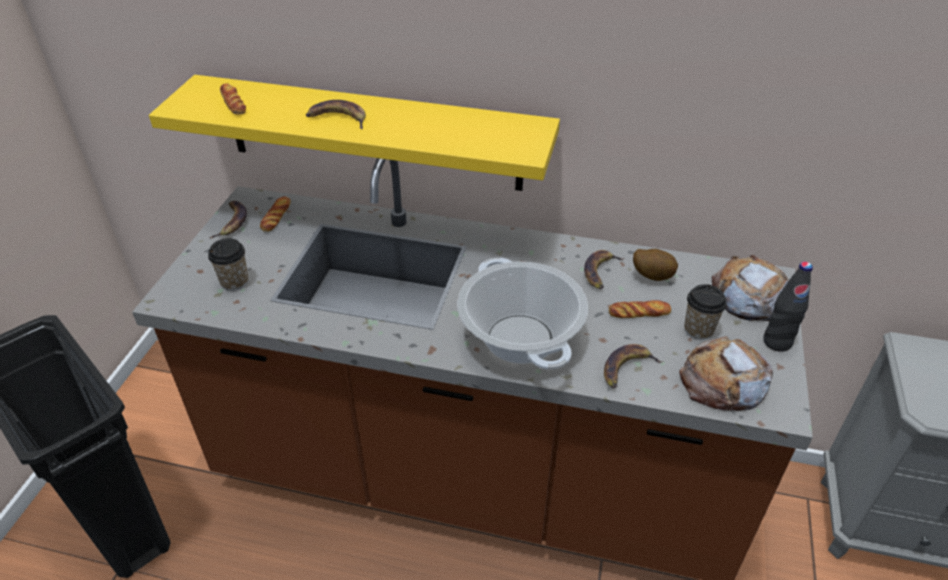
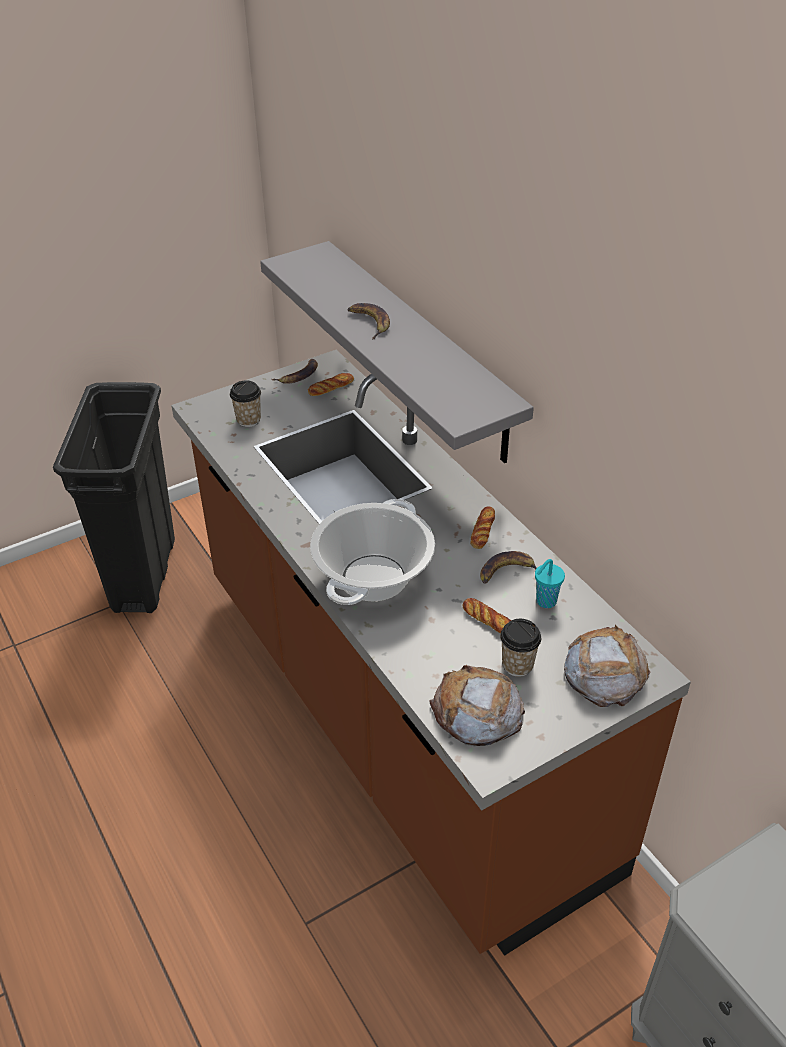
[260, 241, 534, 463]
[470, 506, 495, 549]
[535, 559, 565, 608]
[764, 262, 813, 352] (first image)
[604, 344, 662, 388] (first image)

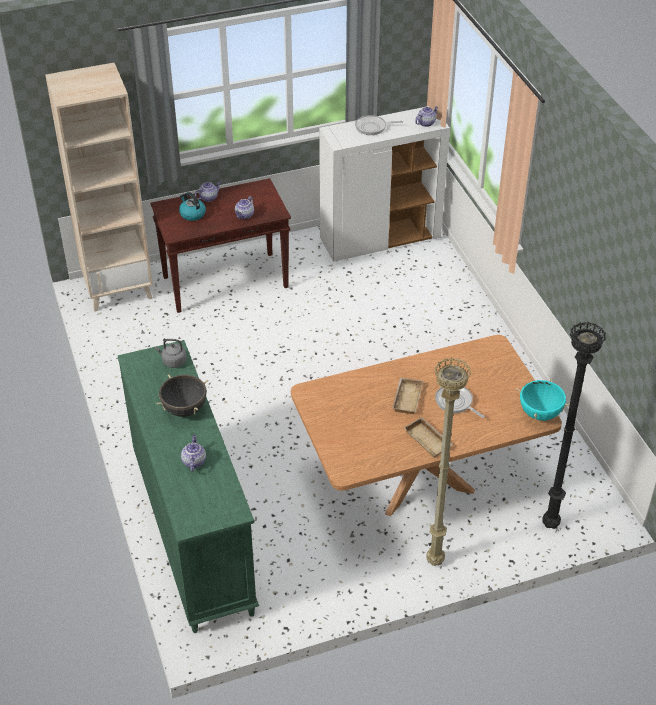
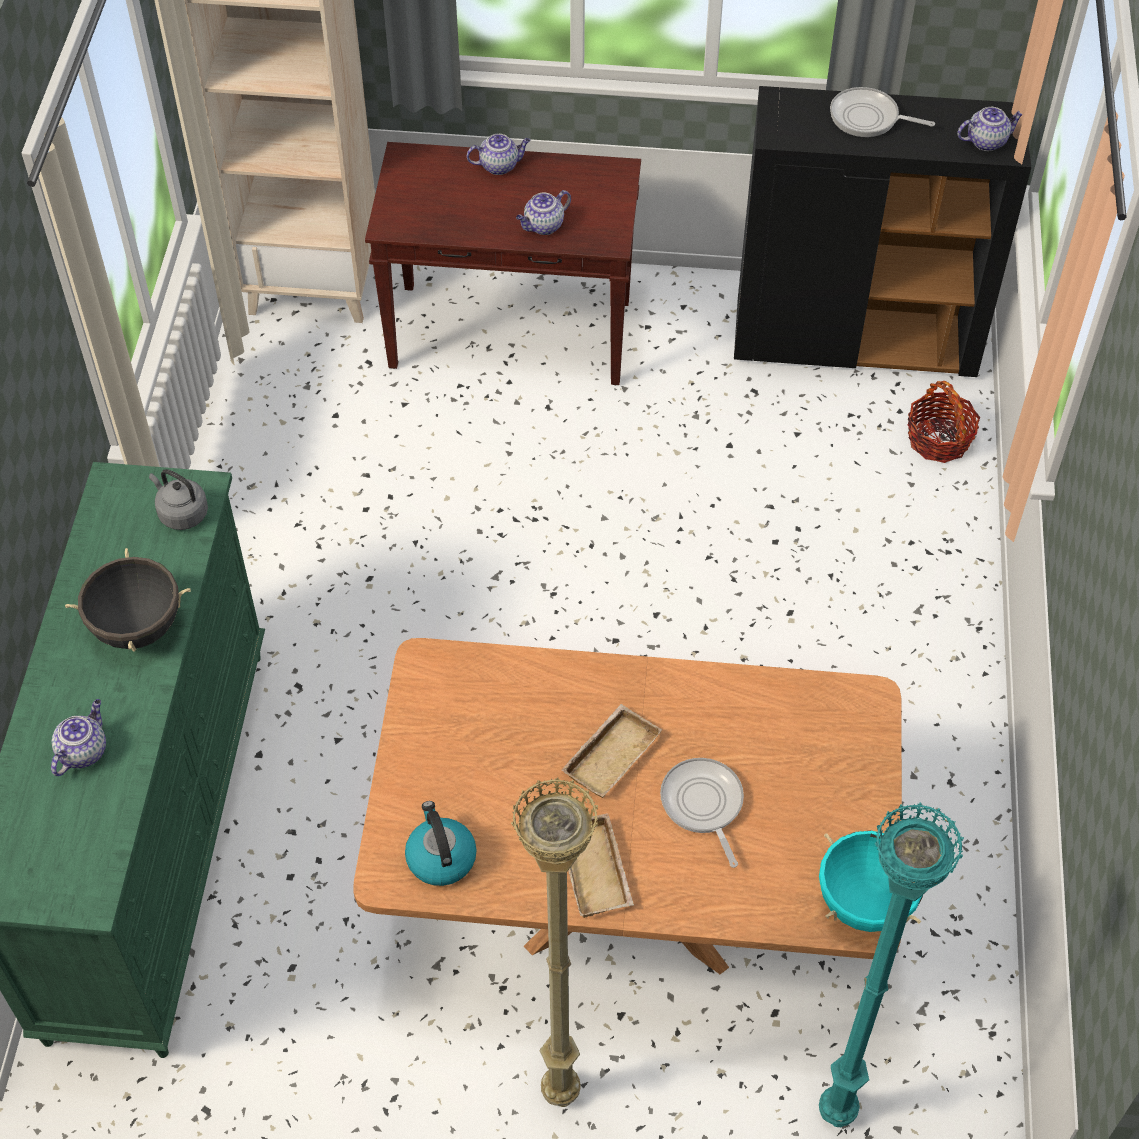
[734, 86, 1031, 377]
[405, 801, 477, 886]
[819, 802, 964, 1127]
[907, 381, 980, 463]

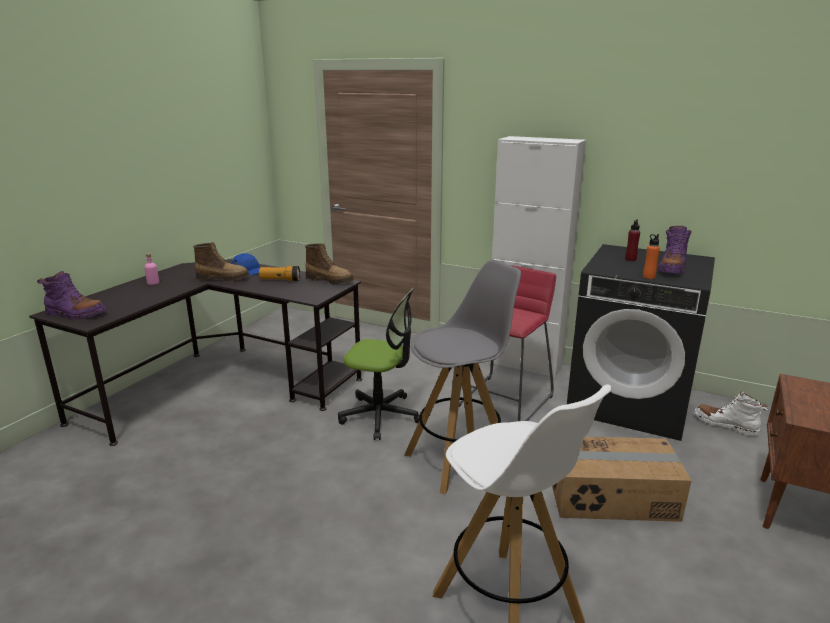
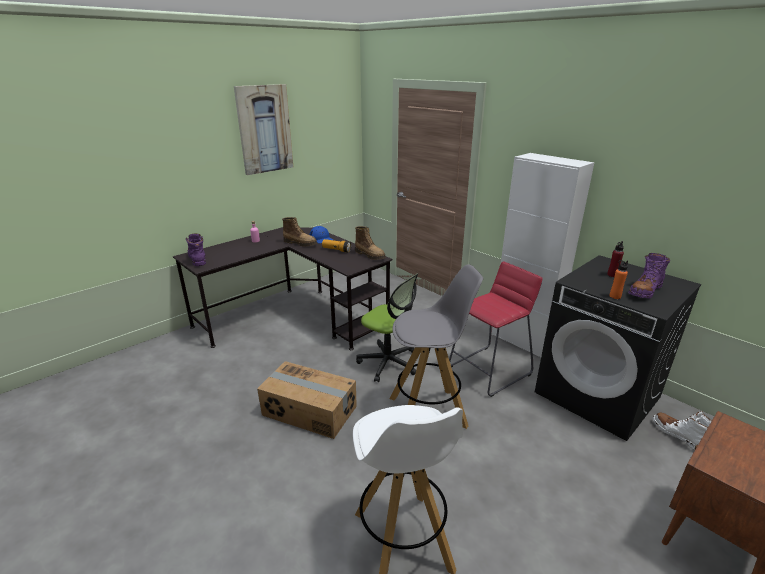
[186, 234, 206, 266]
[257, 361, 357, 439]
[234, 84, 293, 175]

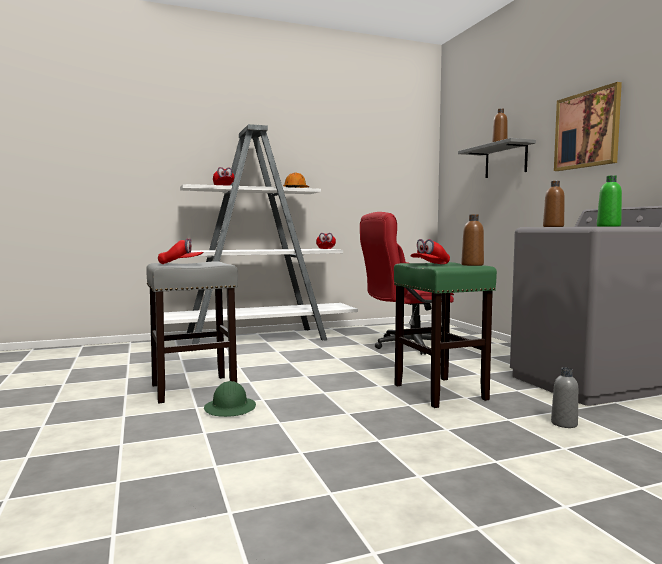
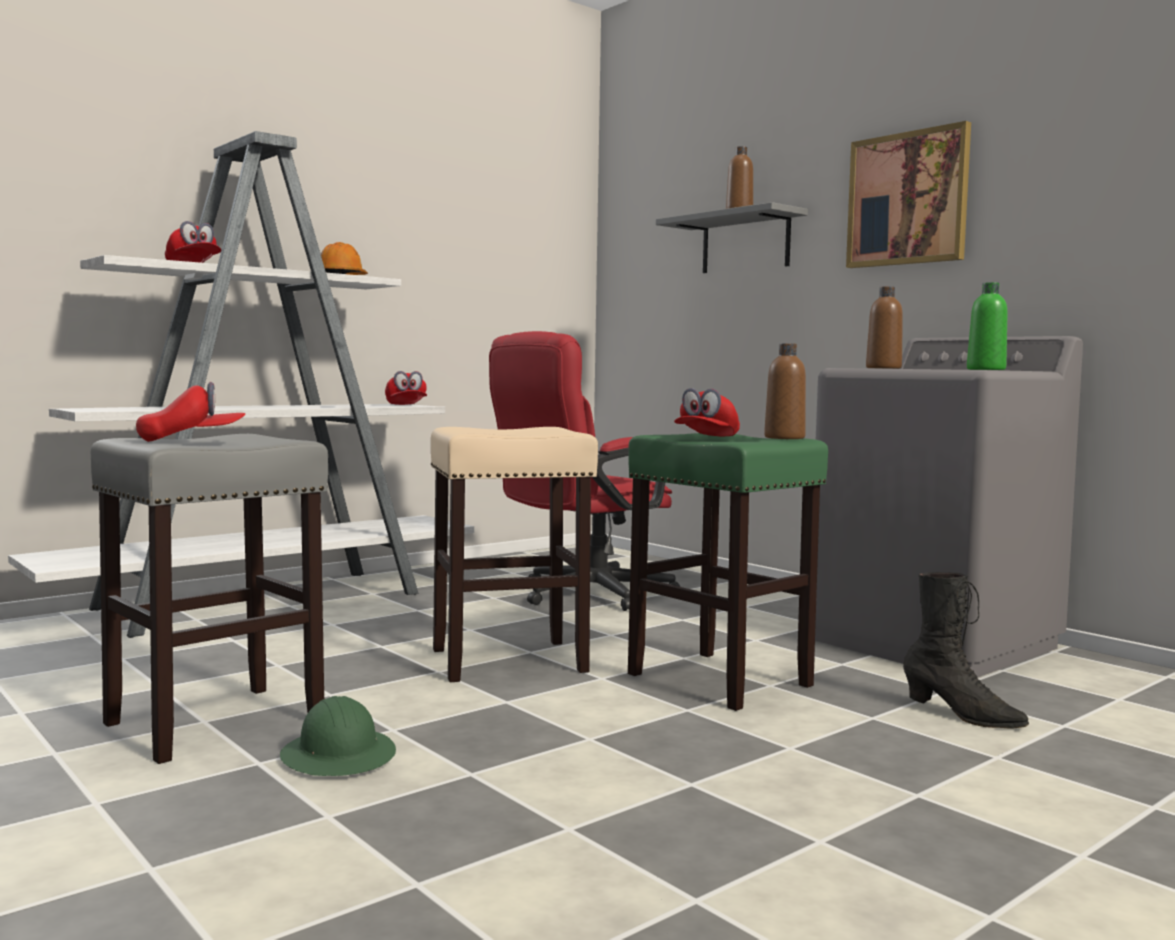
[903, 572, 1029, 728]
[431, 427, 598, 682]

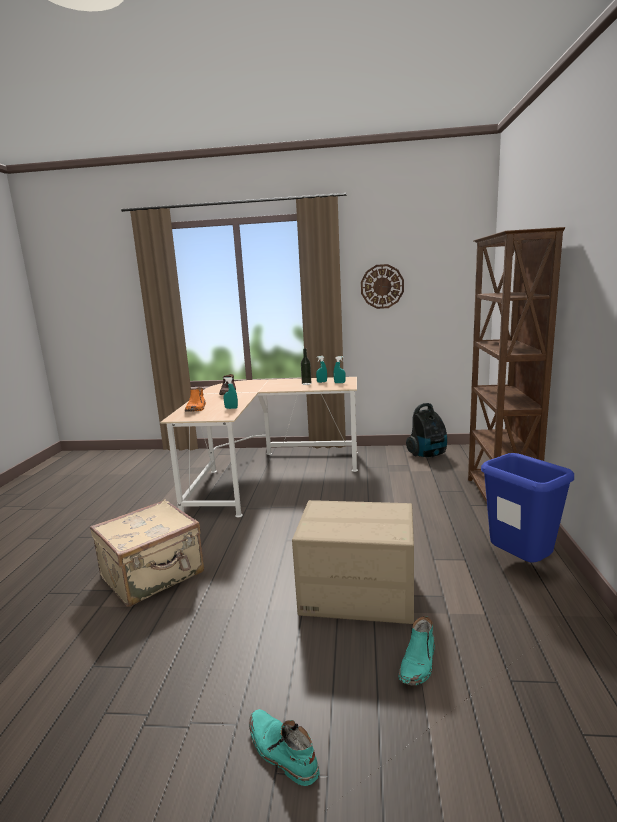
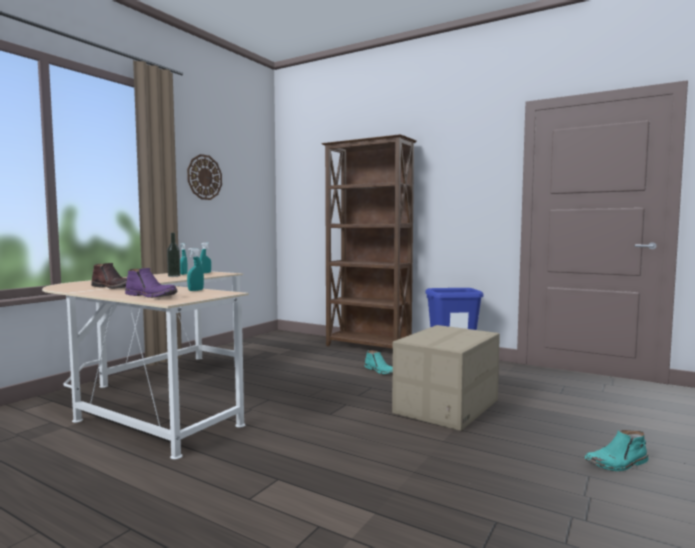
[125, 268, 177, 298]
[406, 403, 447, 457] (first image)
[90, 499, 204, 607] (first image)
[365, 350, 392, 374]

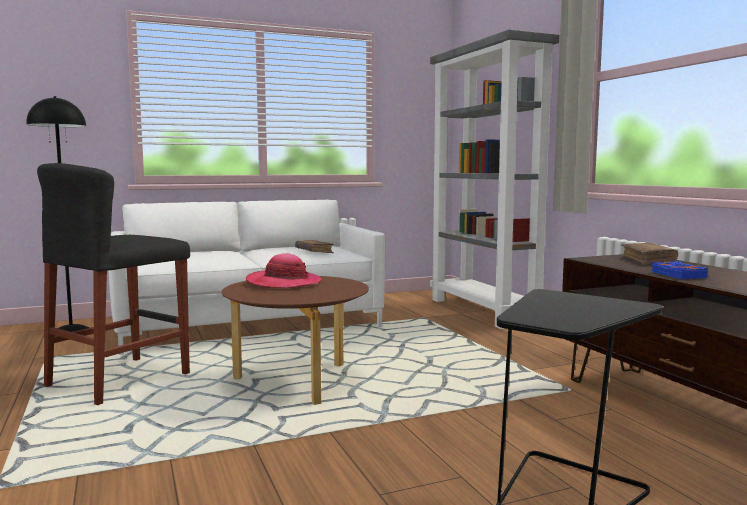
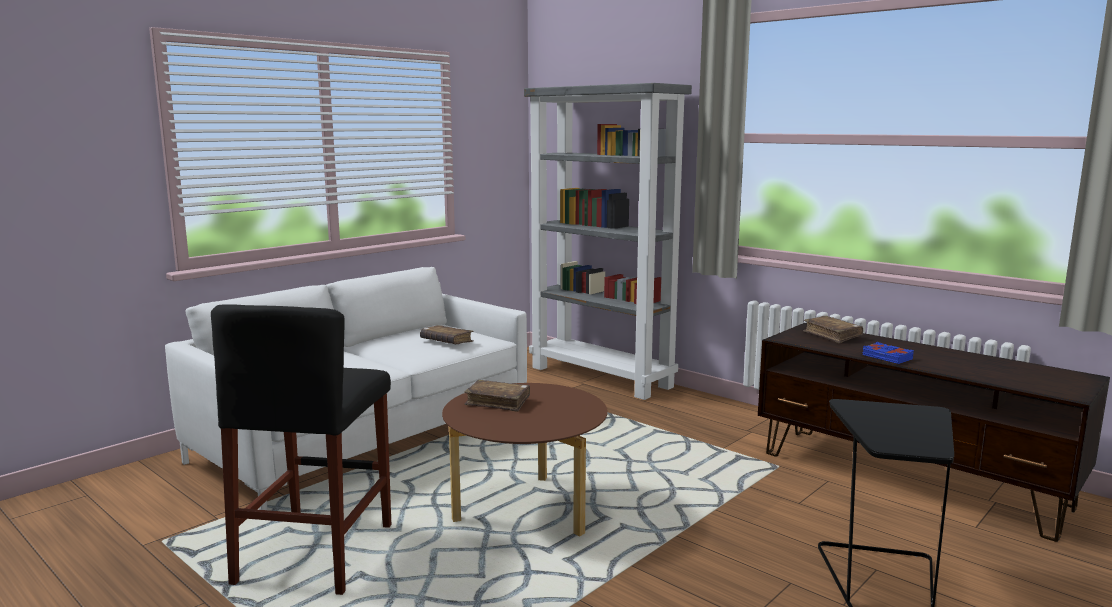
[26, 96, 89, 336] (first image)
[464, 380, 530, 412]

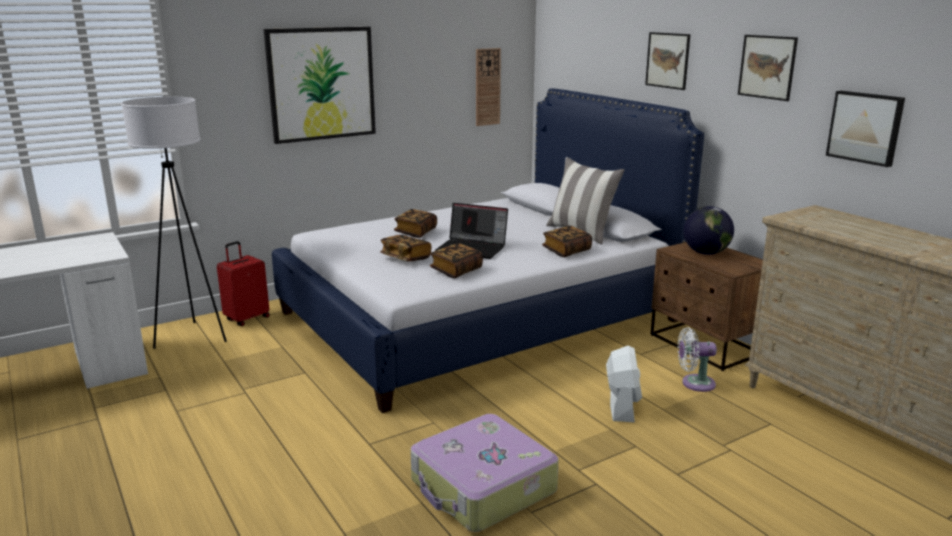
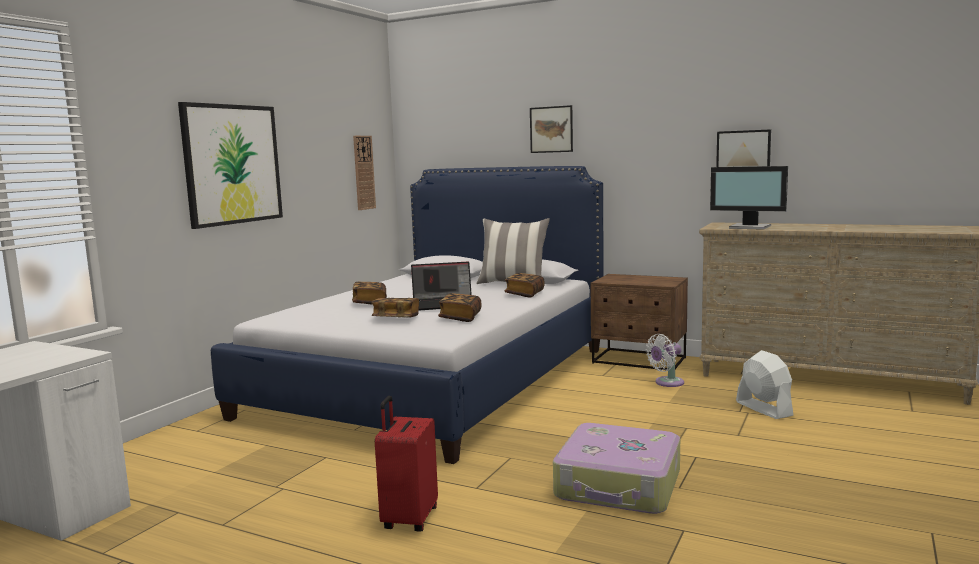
[738, 35, 798, 101] (first image)
[121, 97, 227, 349] (first image)
[683, 206, 734, 255] (first image)
[375, 396, 438, 532]
[736, 350, 794, 419]
[710, 166, 788, 230]

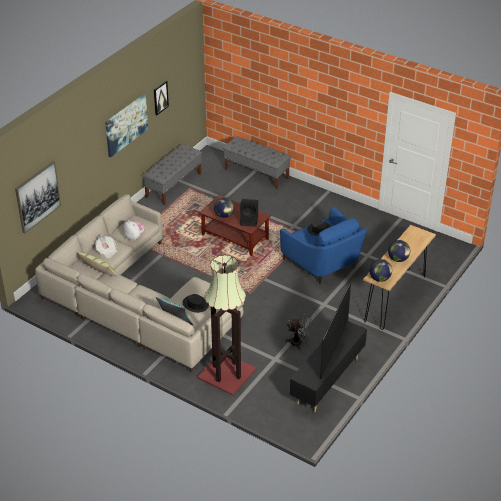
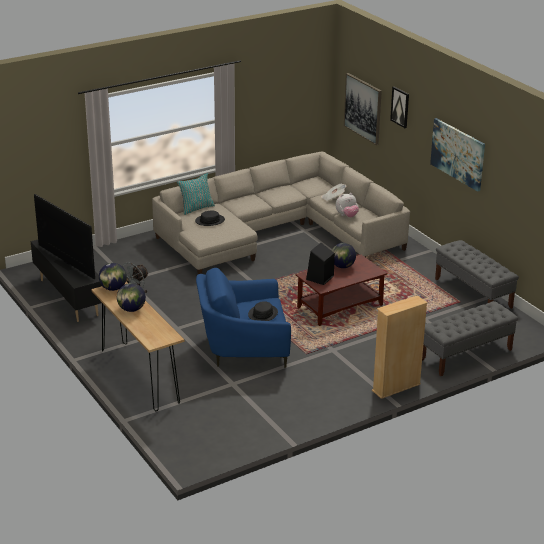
[390, 86, 409, 128]
[77, 252, 118, 276] (first image)
[197, 255, 256, 396] (first image)
[372, 295, 428, 399]

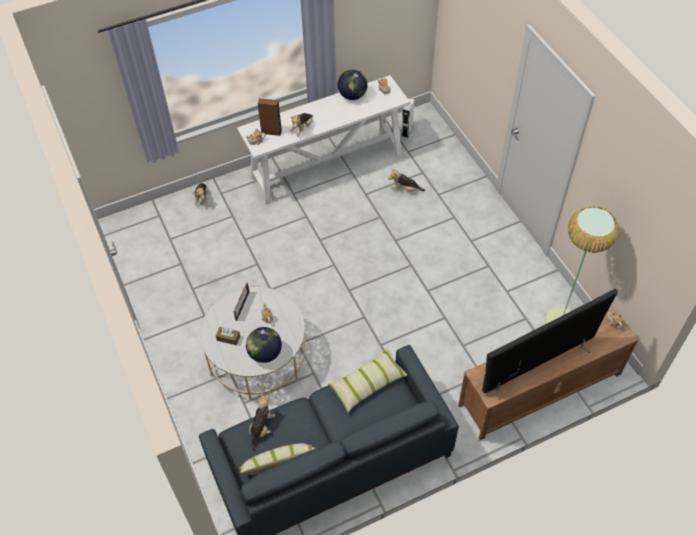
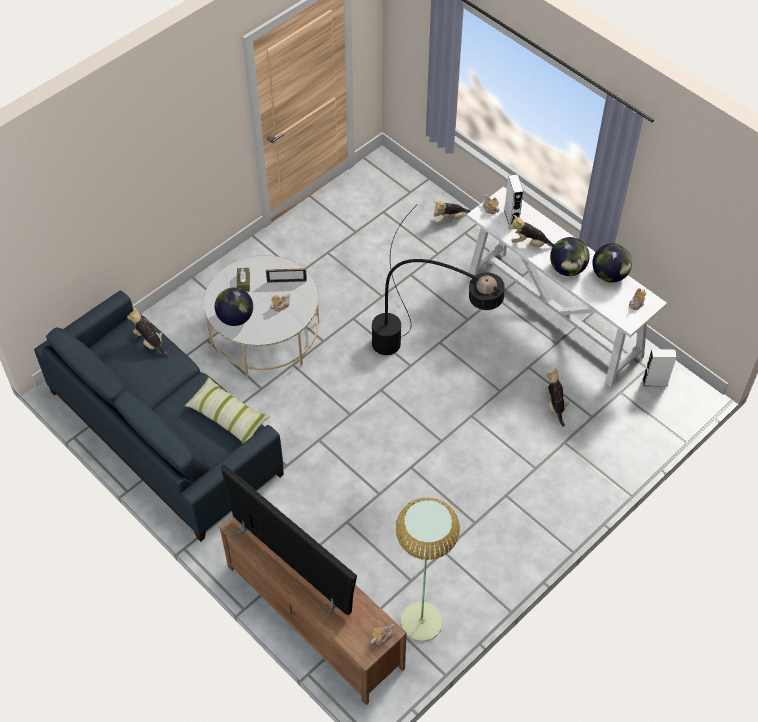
[504, 174, 523, 225]
[127, 307, 169, 357]
[238, 443, 315, 475] (first image)
[372, 204, 505, 355]
[550, 237, 590, 276]

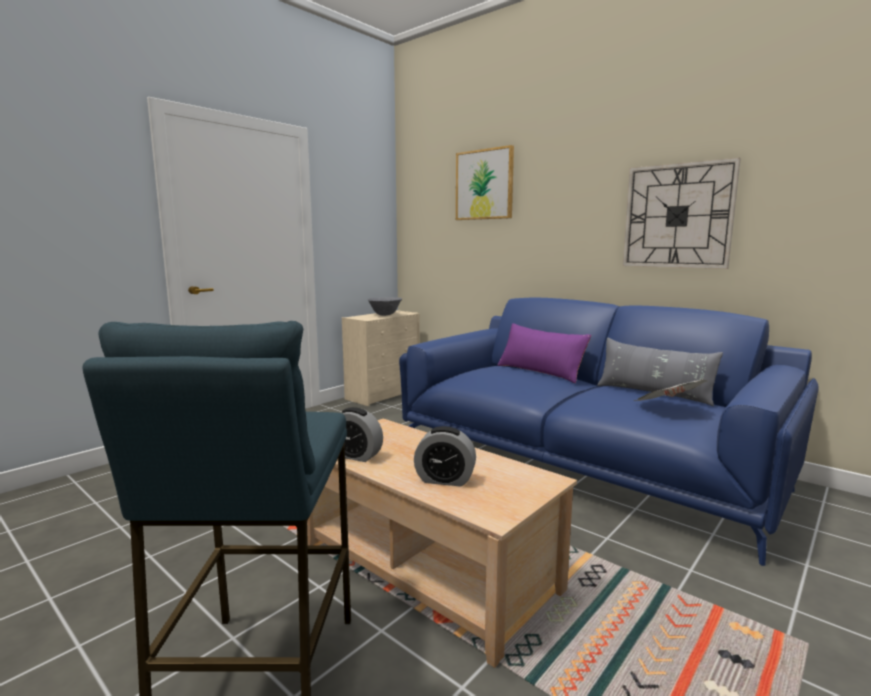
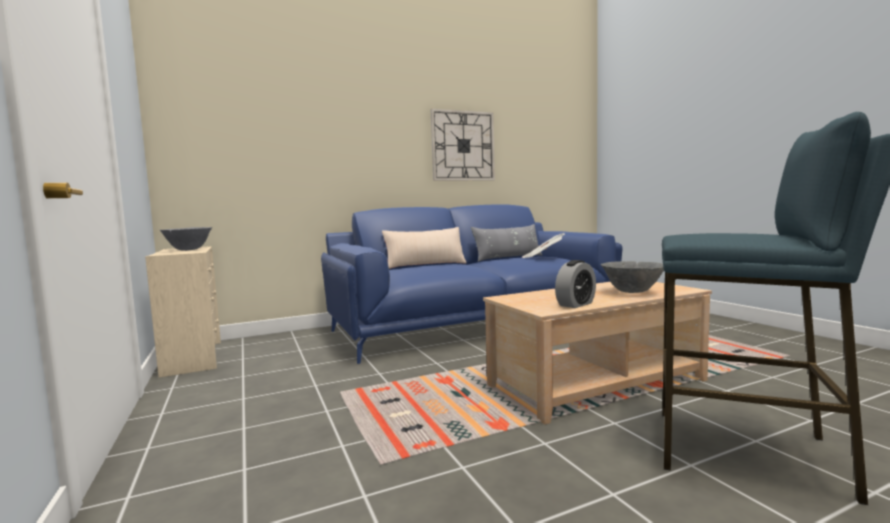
[456, 145, 514, 220] (first image)
[382, 227, 466, 269]
[601, 261, 664, 293]

